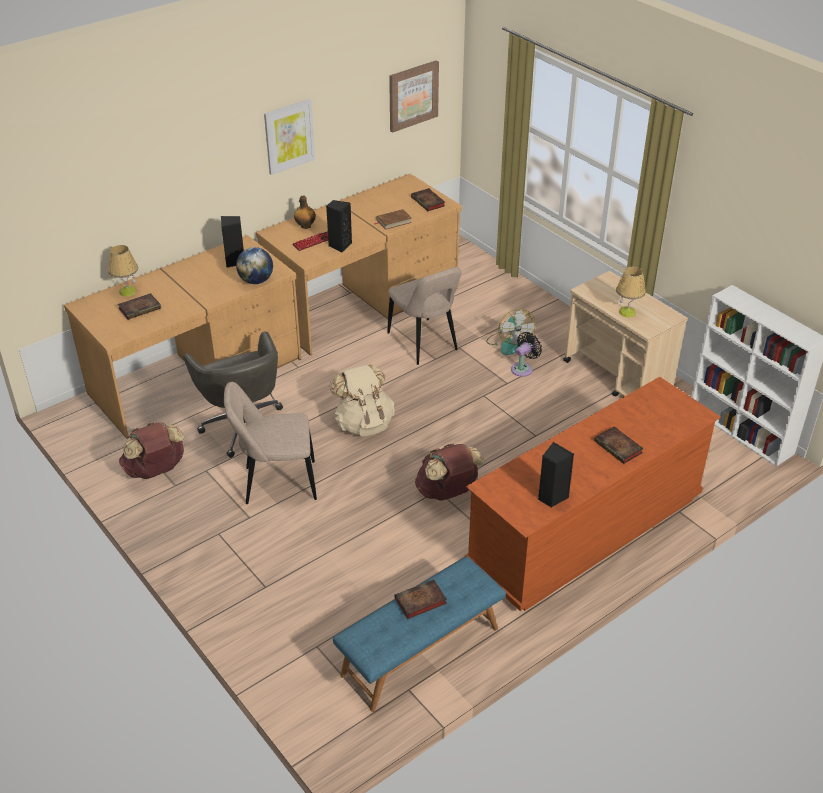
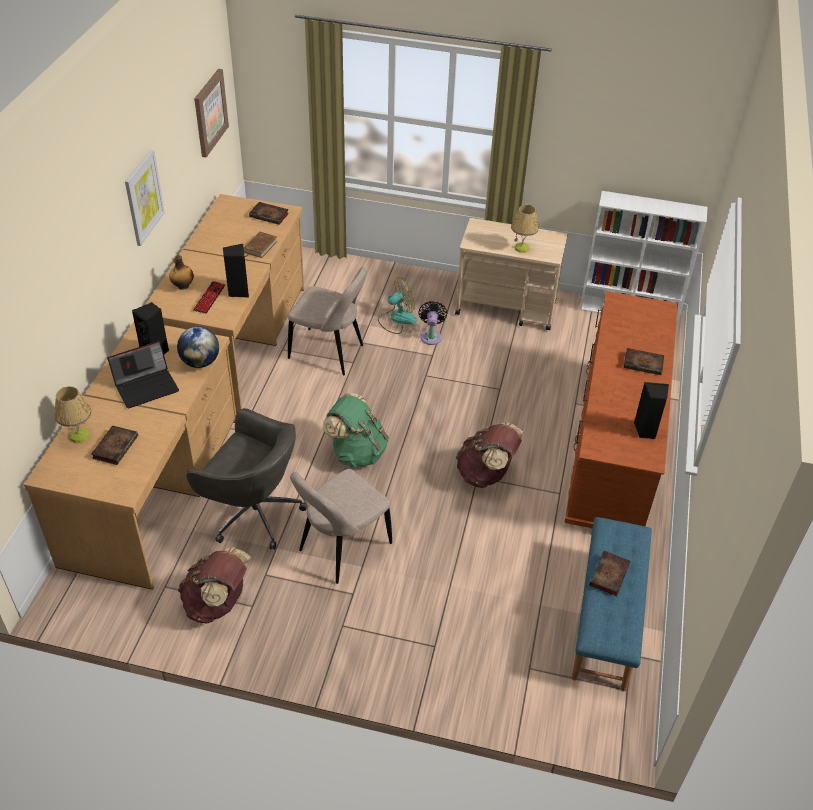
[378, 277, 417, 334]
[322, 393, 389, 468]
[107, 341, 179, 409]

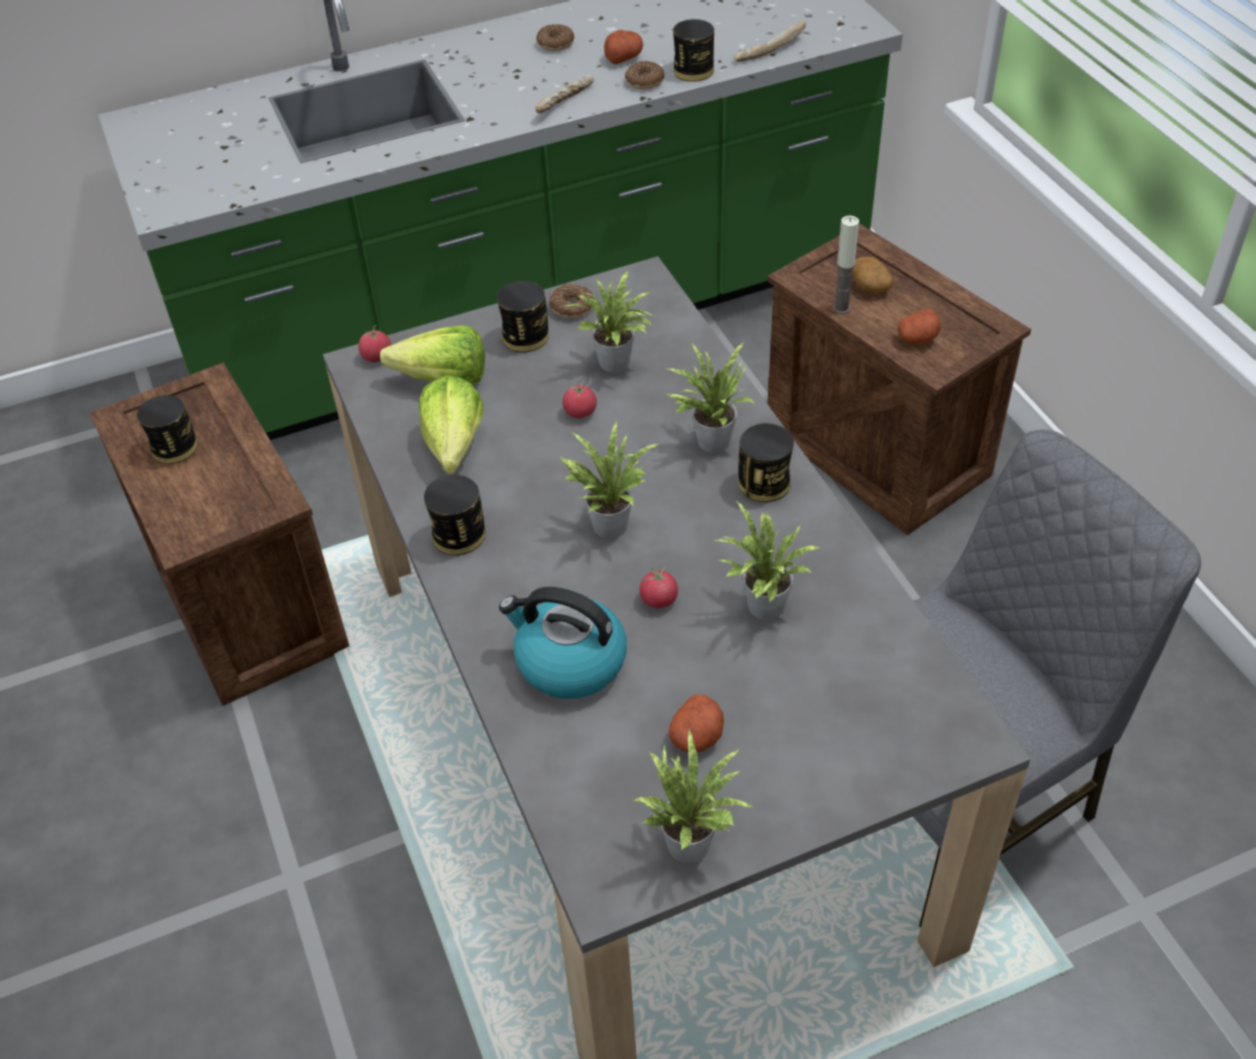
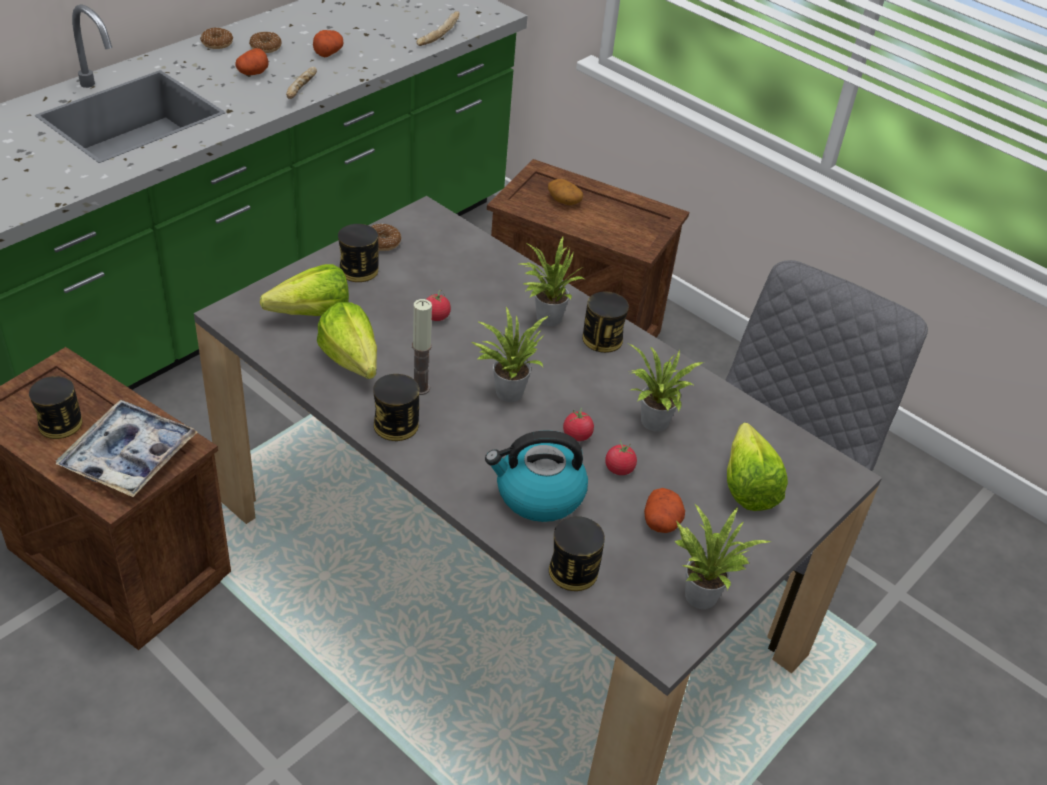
[549, 516, 605, 591]
[200, 28, 233, 49]
[412, 299, 432, 395]
[564, 271, 655, 372] (first image)
[235, 48, 269, 75]
[605, 440, 637, 475]
[56, 400, 198, 497]
[727, 423, 788, 511]

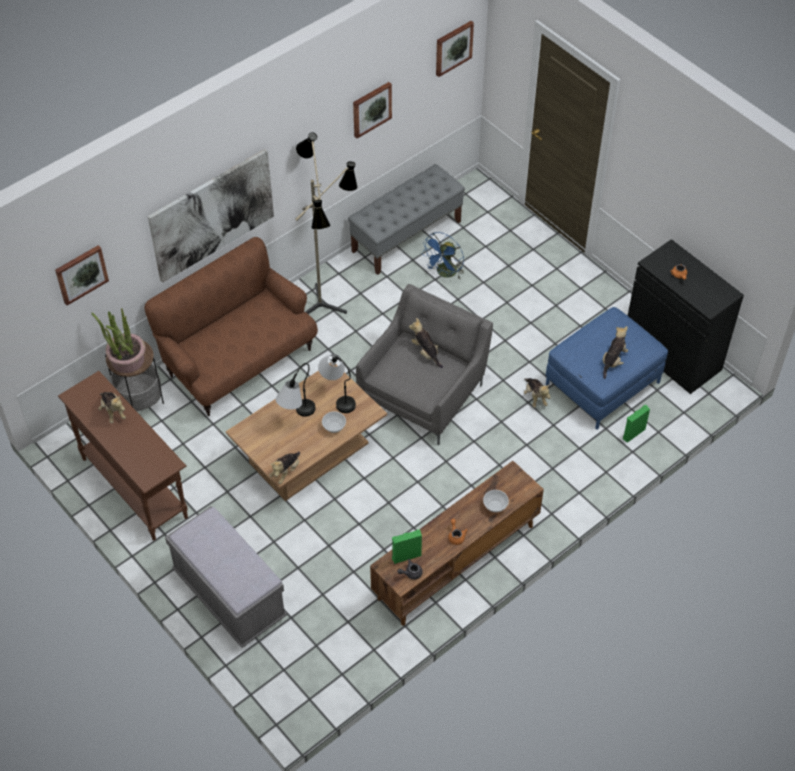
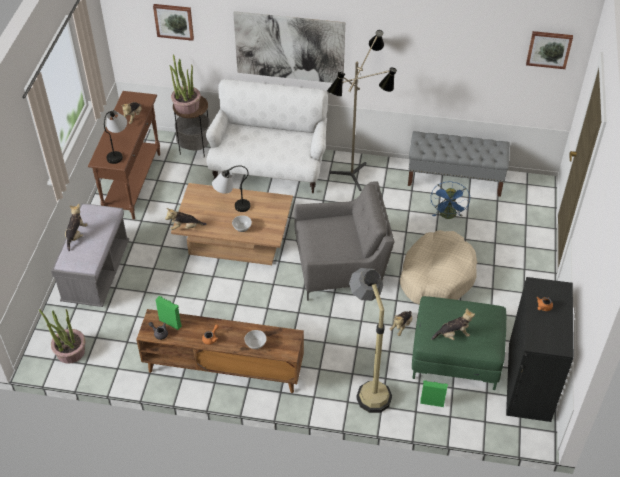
[353, 82, 392, 138] (first image)
[431, 182, 470, 219]
[206, 79, 328, 193]
[412, 296, 506, 390]
[65, 204, 88, 251]
[104, 110, 127, 164]
[400, 230, 477, 305]
[349, 268, 392, 413]
[39, 309, 86, 364]

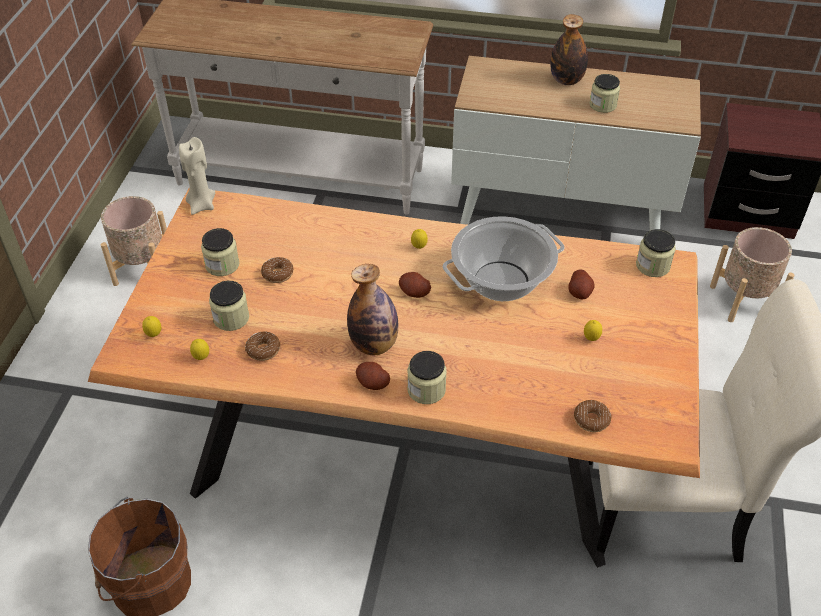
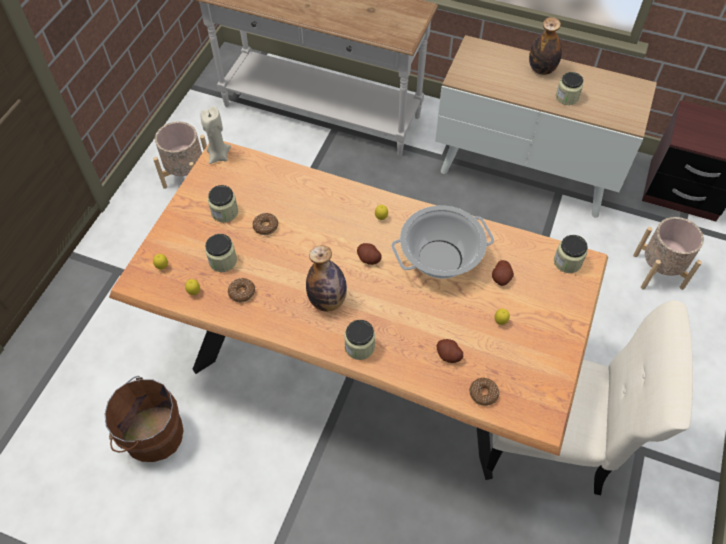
[437, 339, 463, 363]

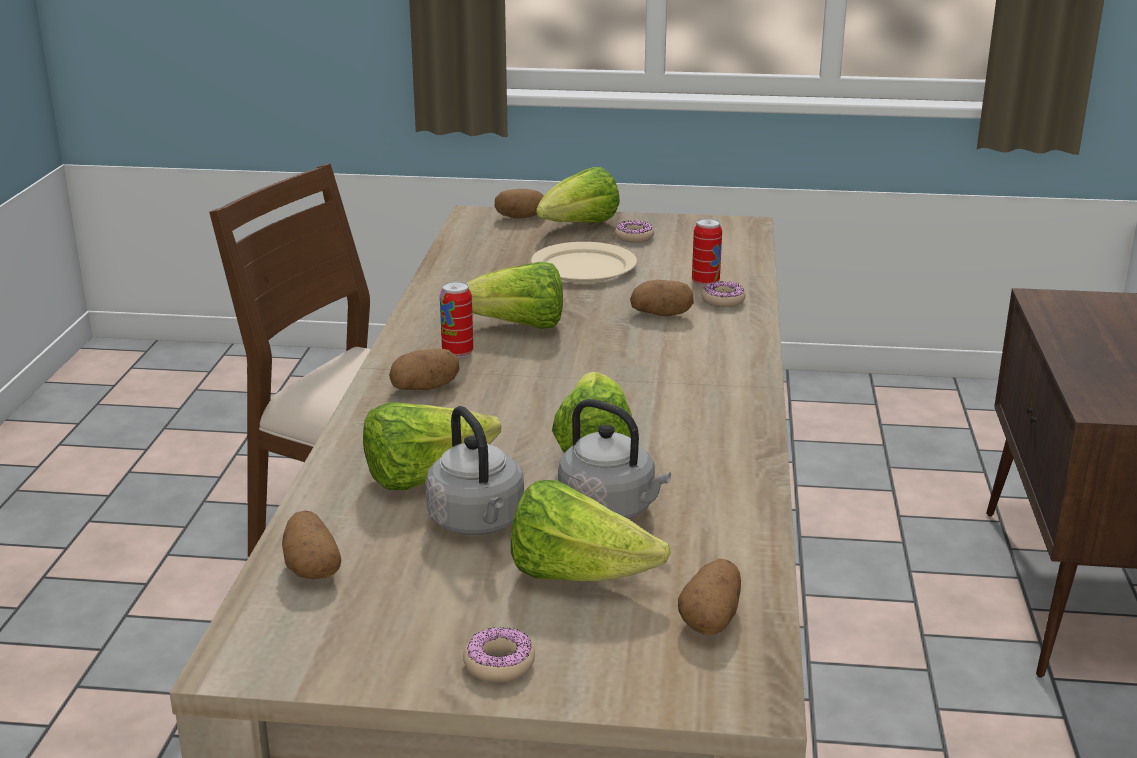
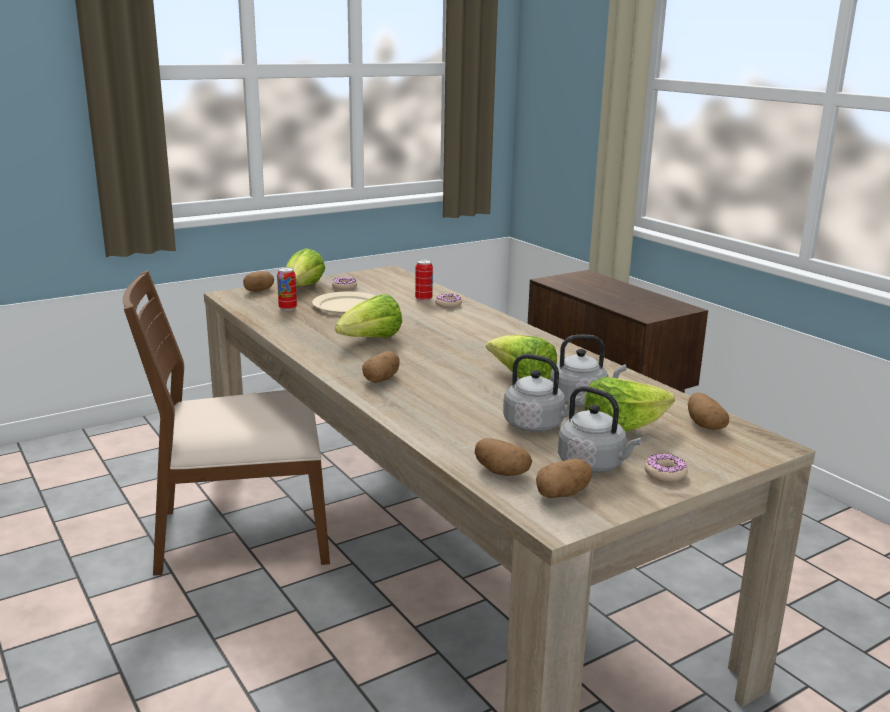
[536, 459, 592, 498]
[277, 267, 297, 311]
[363, 402, 501, 490] (first image)
[558, 386, 642, 473]

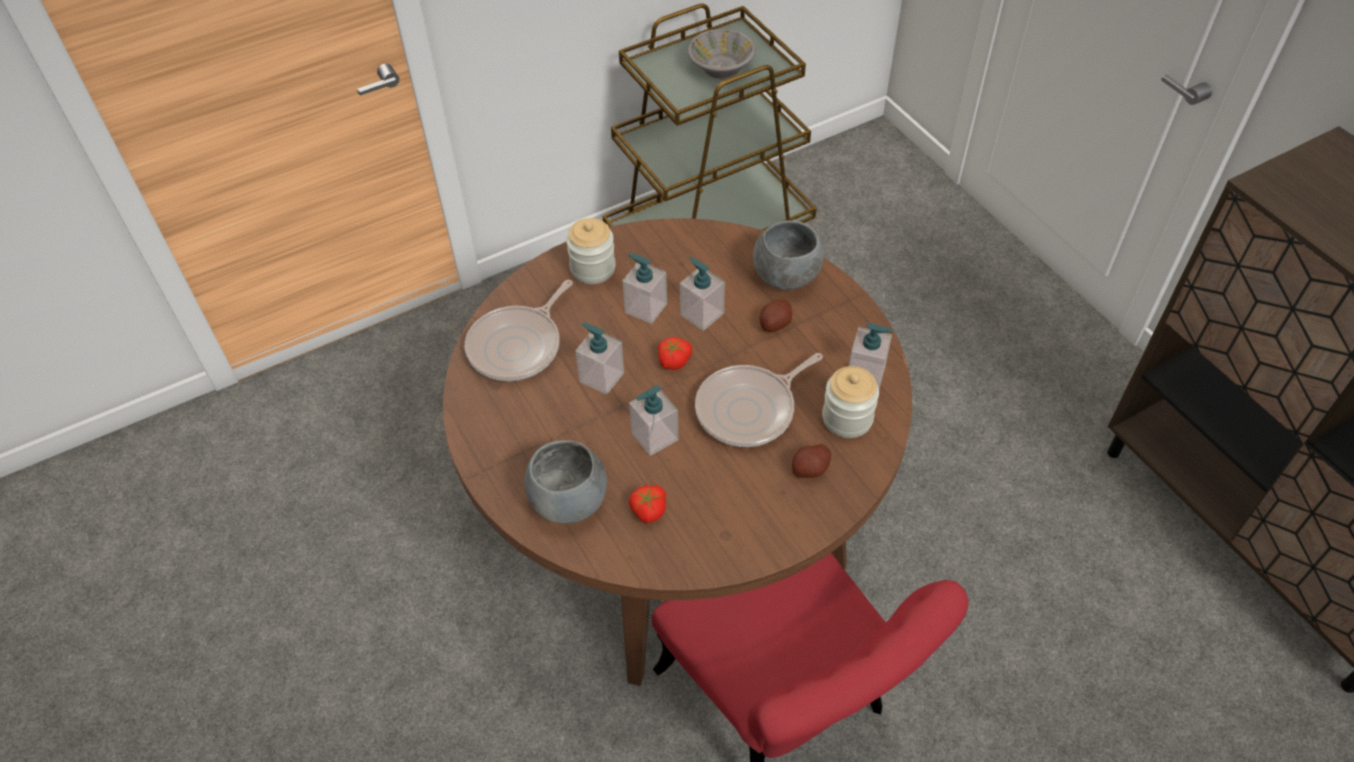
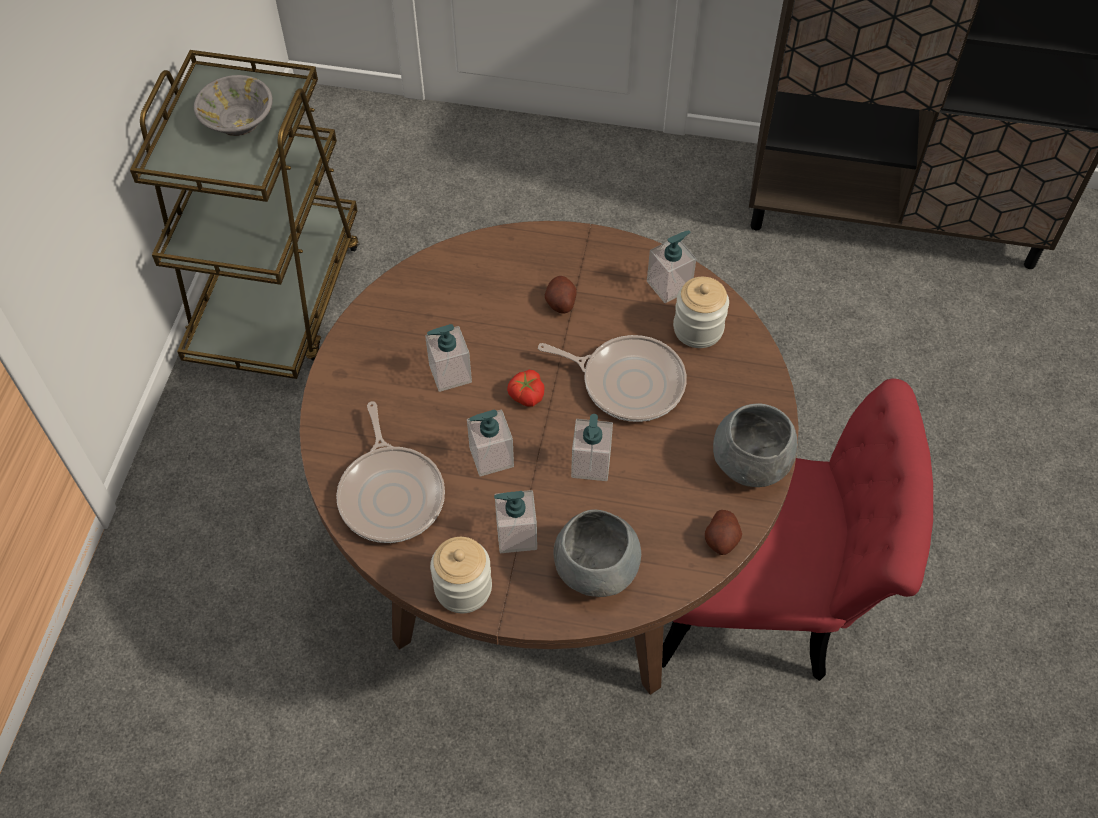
[430, 537, 492, 613]
[713, 404, 798, 487]
[494, 490, 537, 553]
[538, 335, 687, 422]
[705, 510, 742, 555]
[629, 485, 666, 523] (first image)

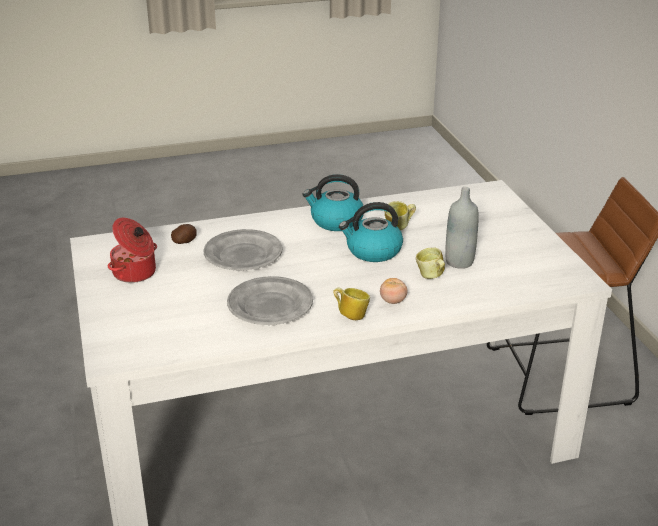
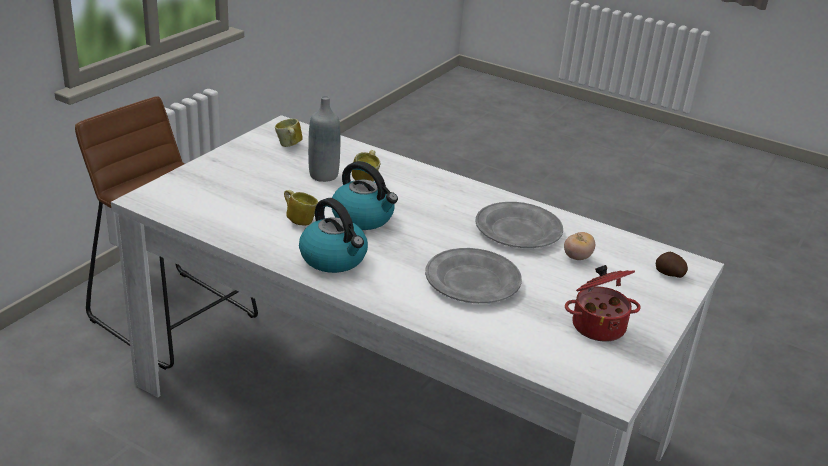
[656, 252, 688, 278]
[564, 232, 595, 260]
[275, 119, 303, 147]

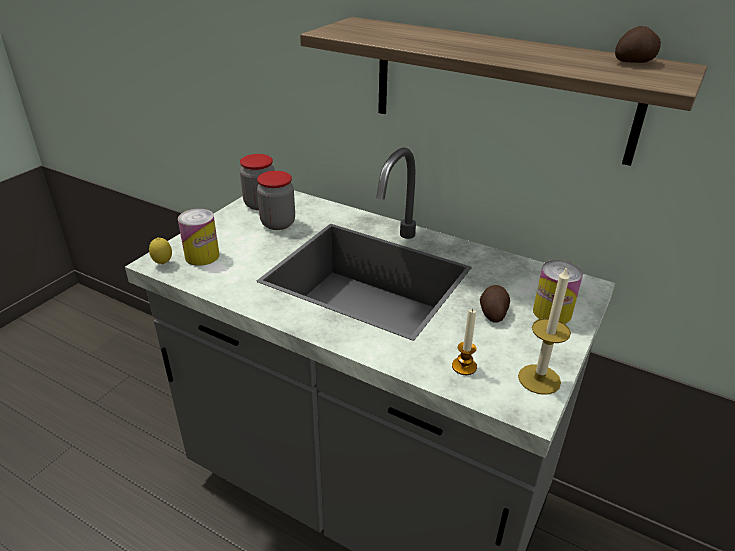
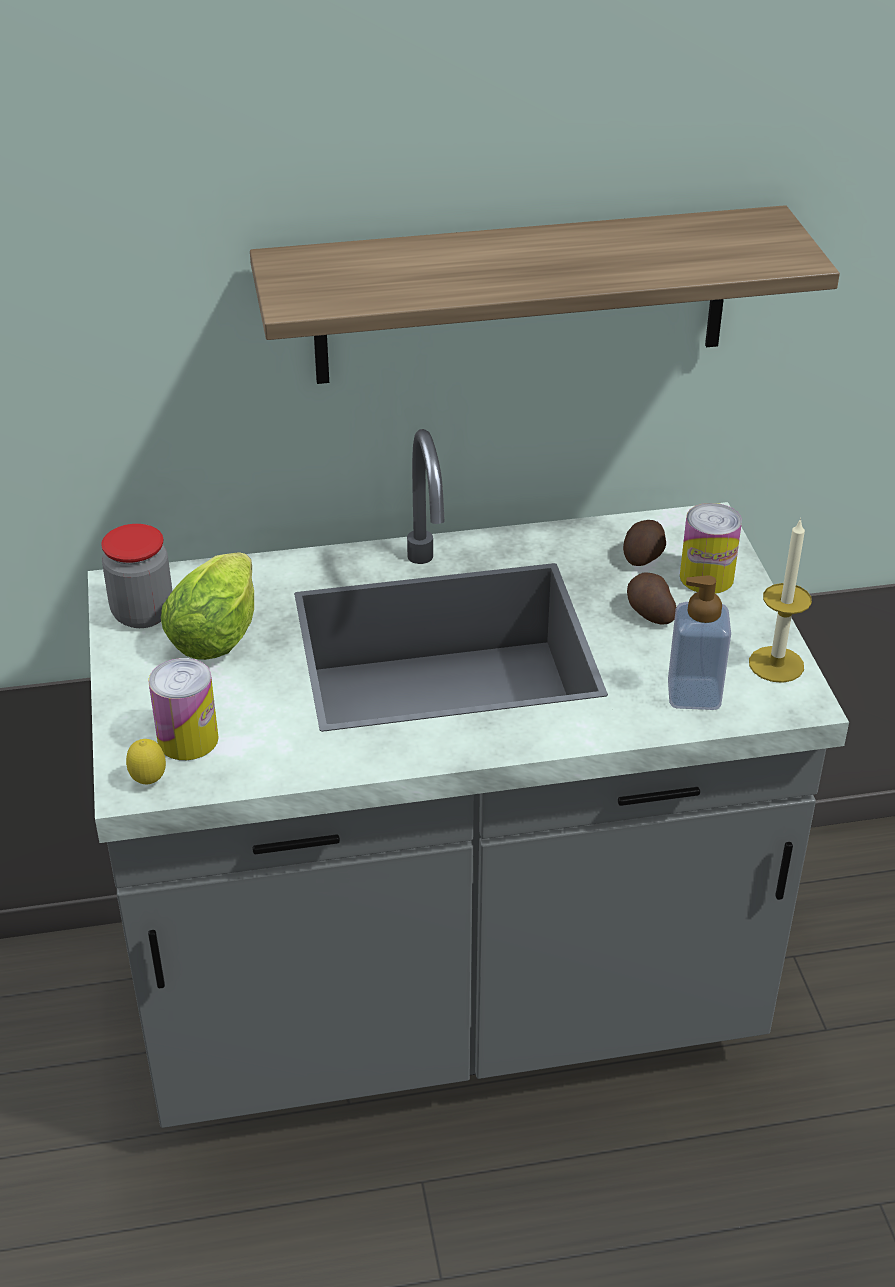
[623, 520, 666, 566]
[161, 552, 254, 660]
[668, 575, 731, 710]

